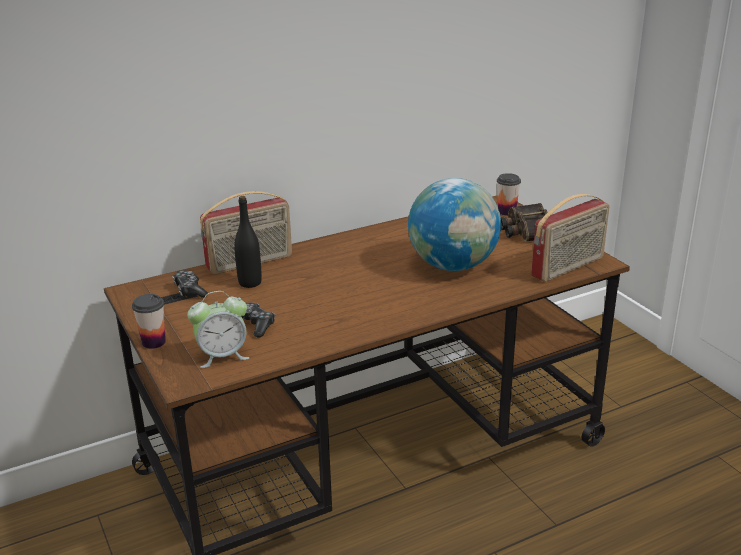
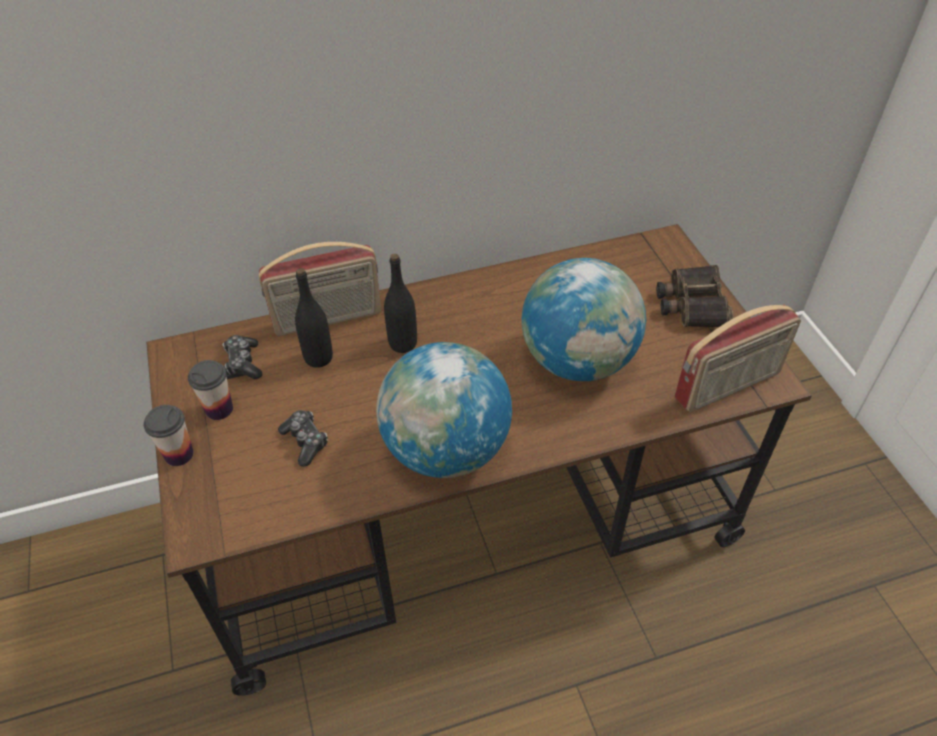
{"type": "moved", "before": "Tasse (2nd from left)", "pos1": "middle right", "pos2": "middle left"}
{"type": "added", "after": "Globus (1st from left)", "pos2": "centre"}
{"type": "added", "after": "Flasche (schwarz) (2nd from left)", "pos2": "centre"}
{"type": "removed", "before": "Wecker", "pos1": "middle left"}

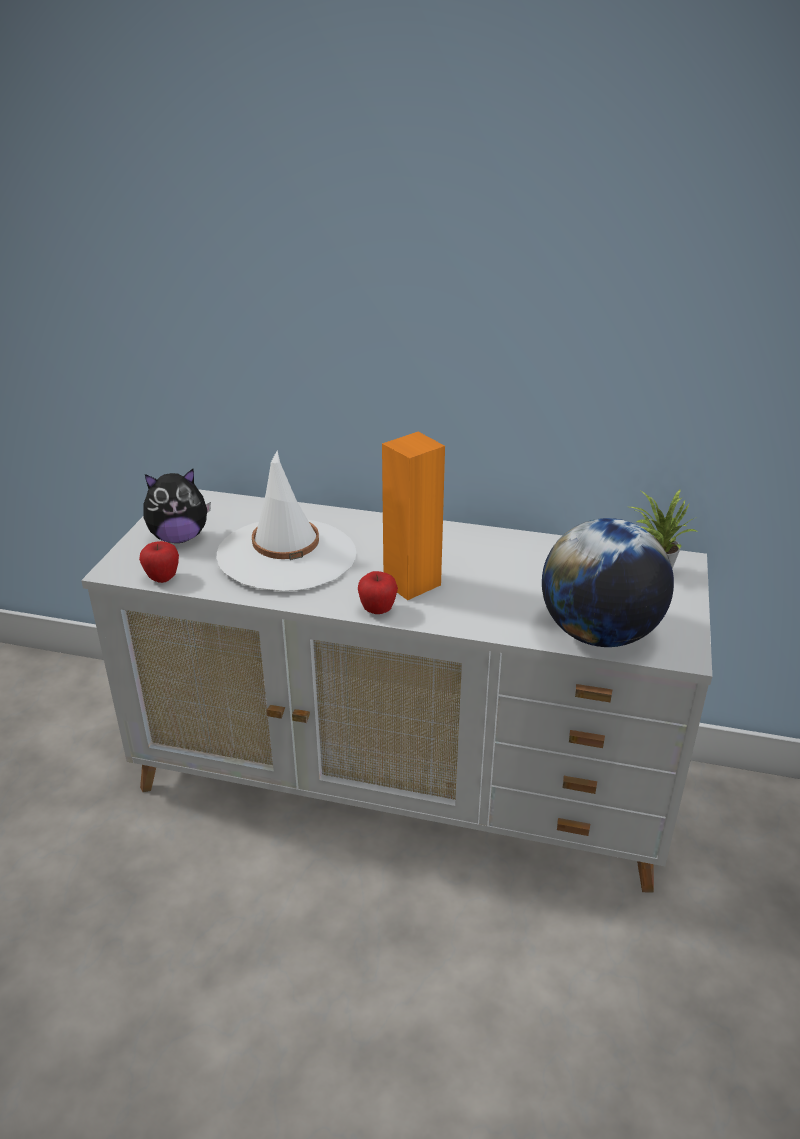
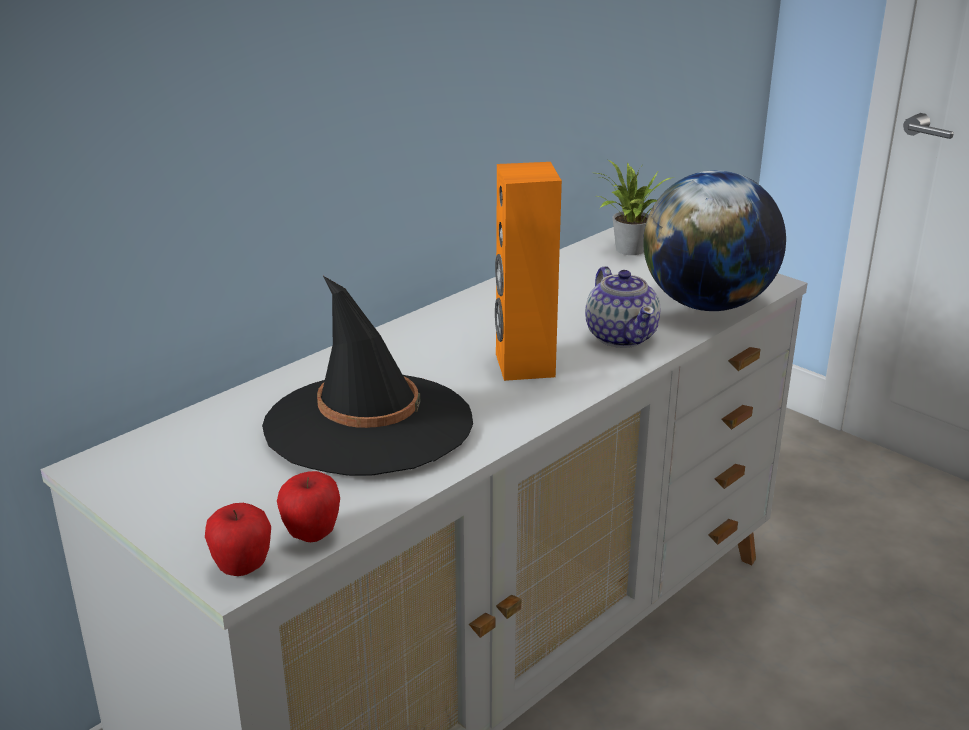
{"type": "moved", "before": "Apfel (2nd from left in the first image)", "after": "Apfel (1st from left)", "pos1": "centre", "pos2": "bottom left"}
{"type": "recoloured", "before": "Hut (weiß)", "after": "Hut (schwarz)", "pos1": "centre", "pos2": "centre"}
{"type": "added", "after": "Teekanne", "pos2": "centre"}
{"type": "removed", "before": "Plüschtier", "pos1": "middle left"}

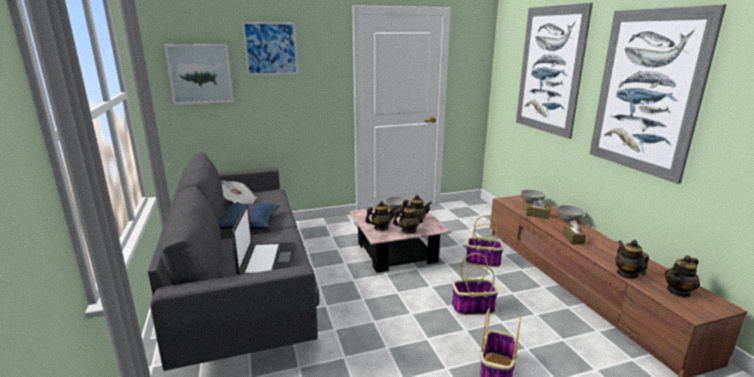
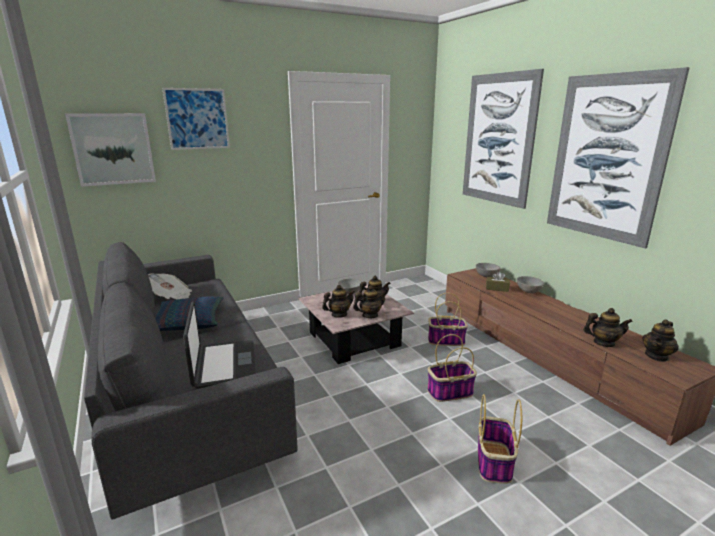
{"type": "turned", "before": "Teekanne (4th from left)", "pos1": "bottom right", "pos2": "middle right", "turn": 120}
{"type": "removed", "before": "Taschentuchbox (braun) (2nd from left)", "pos1": "middle right"}

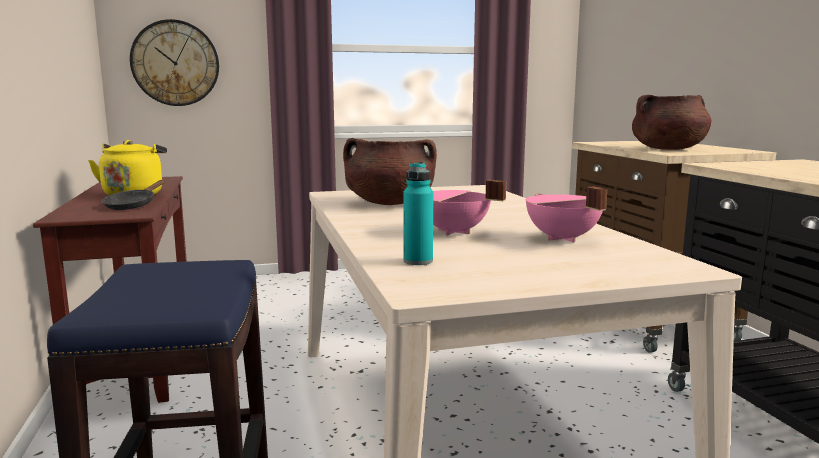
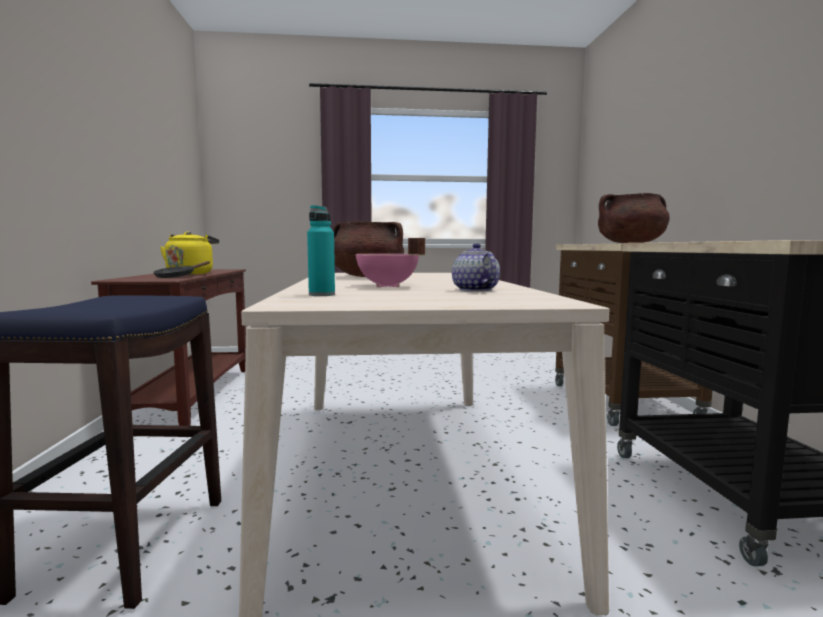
{"type": "replaced", "before": "Kochtopf (rosa) (2nd from left)", "after": "Teekanne", "pos1": "middle right", "pos2": "centre"}
{"type": "removed", "before": "Wanduhr", "pos1": "top left"}

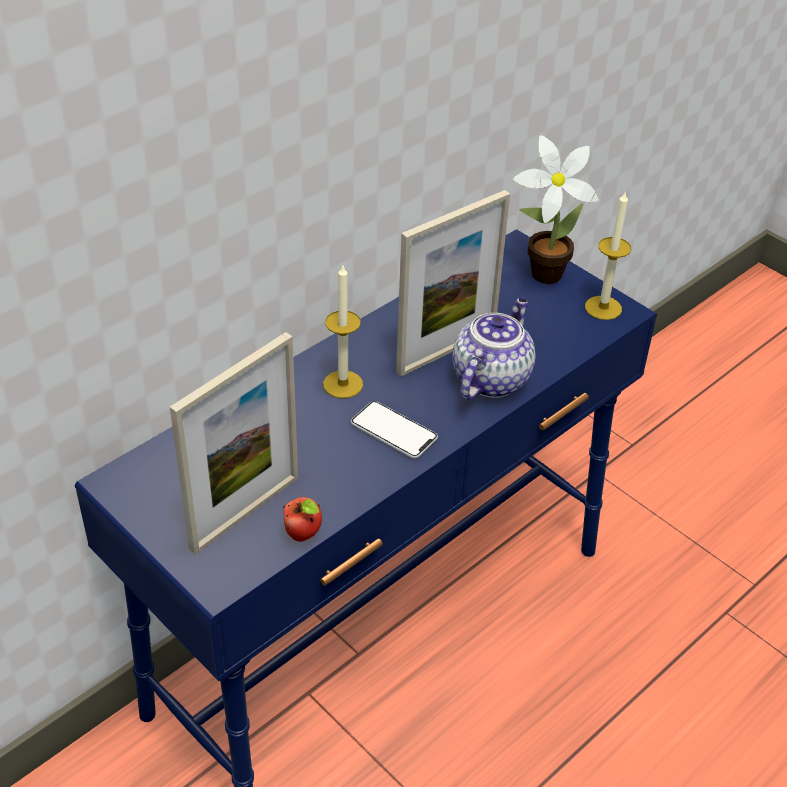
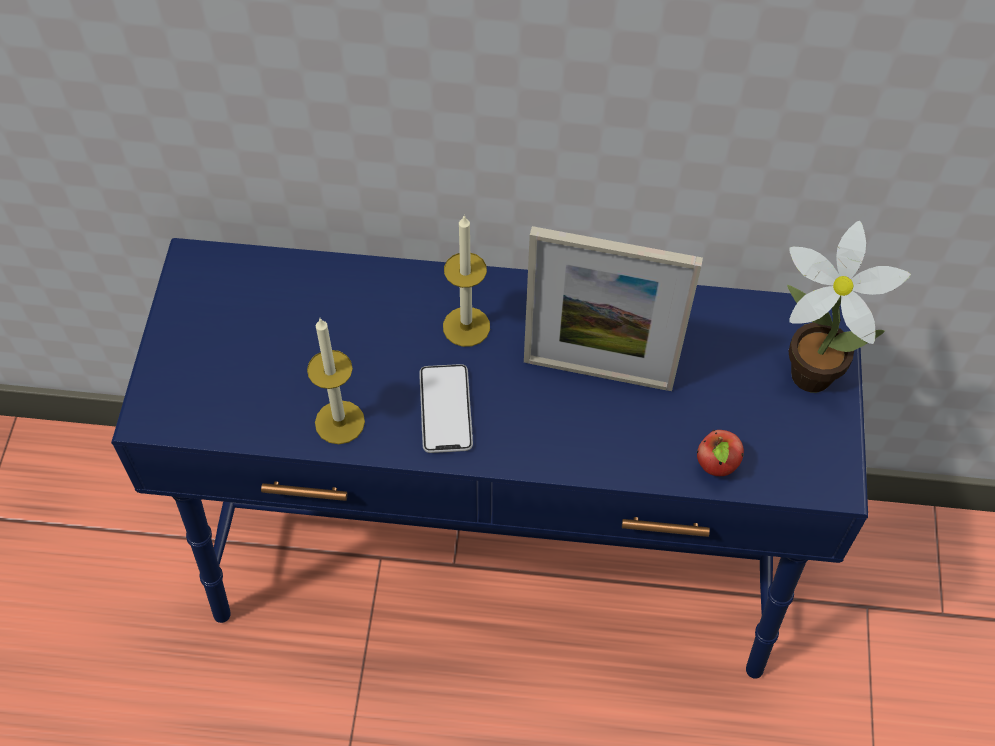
{"type": "moved", "before": "Kerze (2nd from left in the first image)", "after": "Kerze (1st from left)", "pos1": "top right", "pos2": "centre"}
{"type": "moved", "before": "Apfel", "pos1": "centre", "pos2": "middle right"}
{"type": "removed", "before": "Bilderrahmen (1st from left)", "pos1": "middle left"}
{"type": "removed", "before": "Teekanne", "pos1": "centre"}

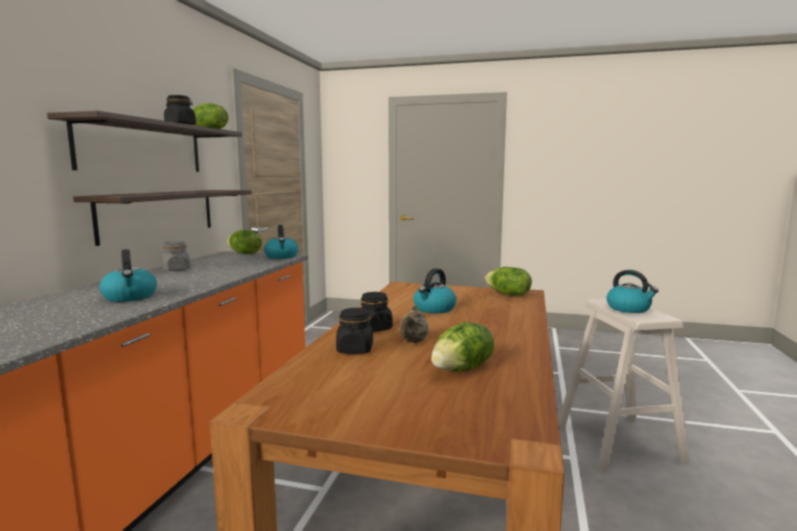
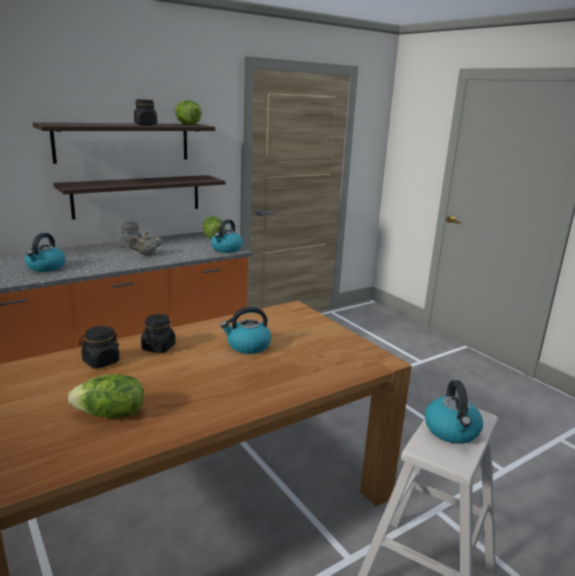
{"type": "moved", "before": "Teekanne (beige)", "pos1": "centre", "pos2": "middle left"}
{"type": "removed", "before": "Salatkopf (4th from left)", "pos1": "centre"}

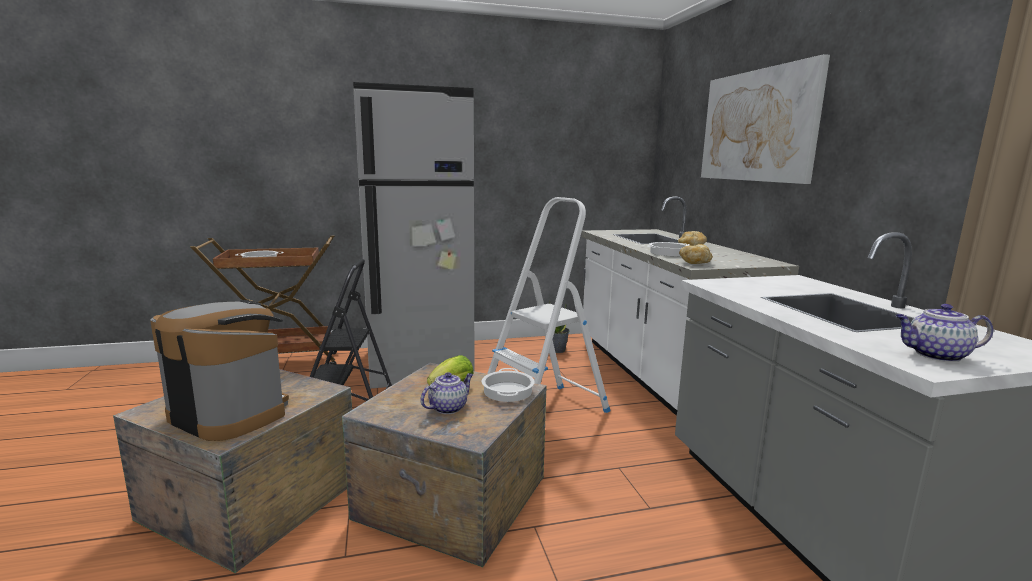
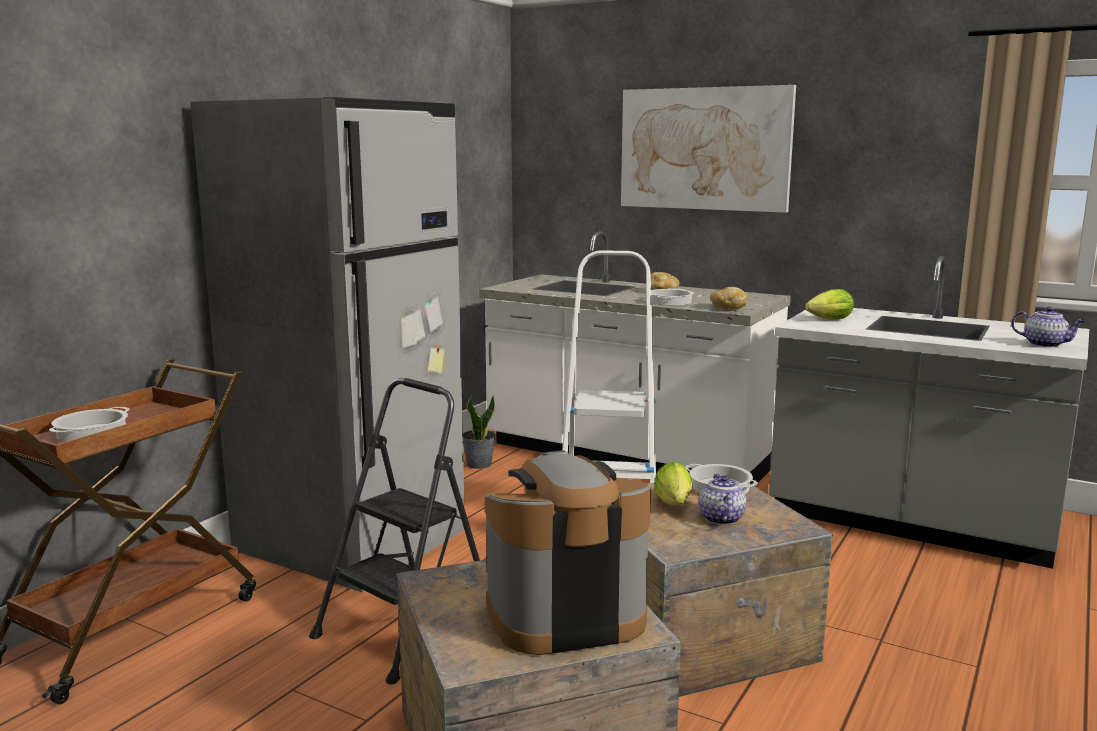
{"type": "added", "after": "Salatkopf (2nd from left)", "pos2": "middle right"}
{"type": "turned", "before": "Teekanne (2nd from left)", "pos1": "middle right", "pos2": "middle right", "turn": -105}

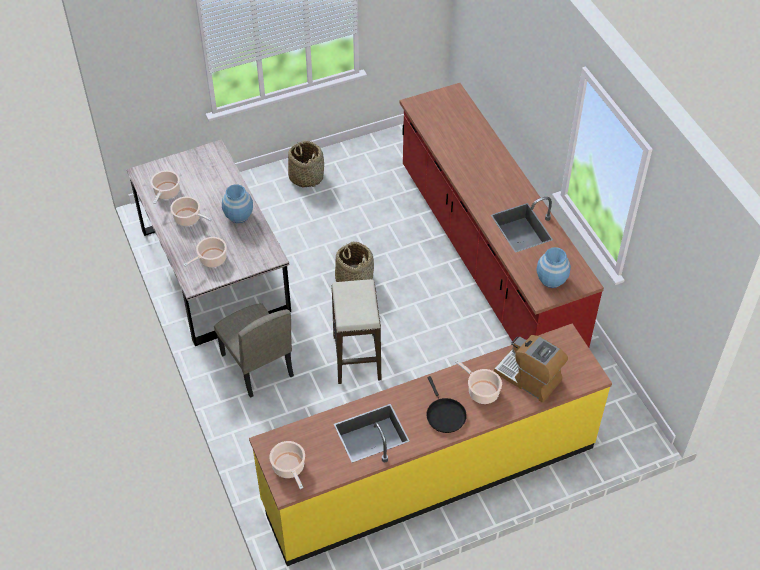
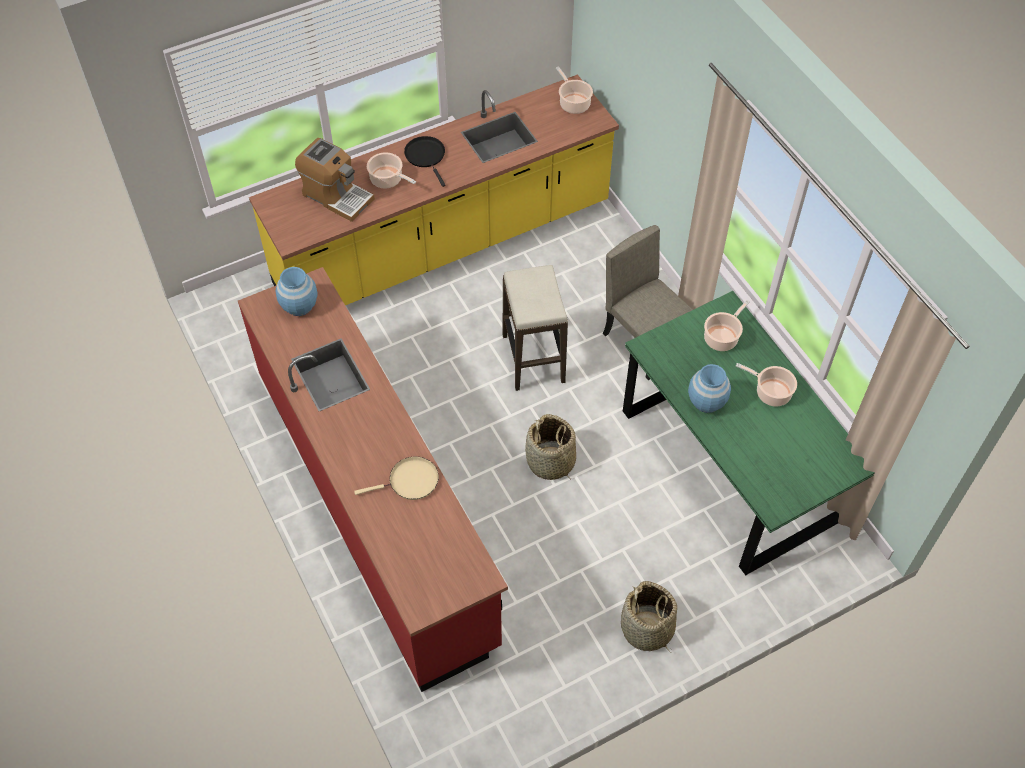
{"type": "added", "after": "Pfanne (beige)", "pos2": "centre"}
{"type": "recoloured", "before": "Esstisch (grau)", "after": "Esstisch (grün)", "pos1": "middle left", "pos2": "middle right"}
{"type": "removed", "before": "Kochtopf (1st from left)", "pos1": "top left"}

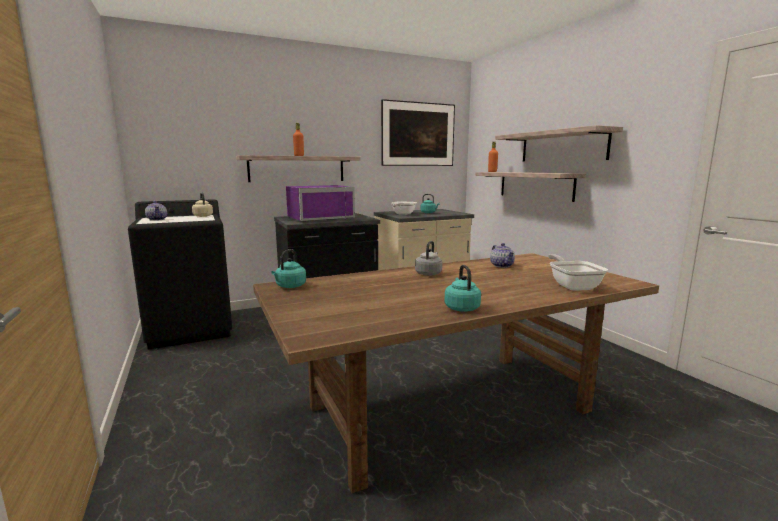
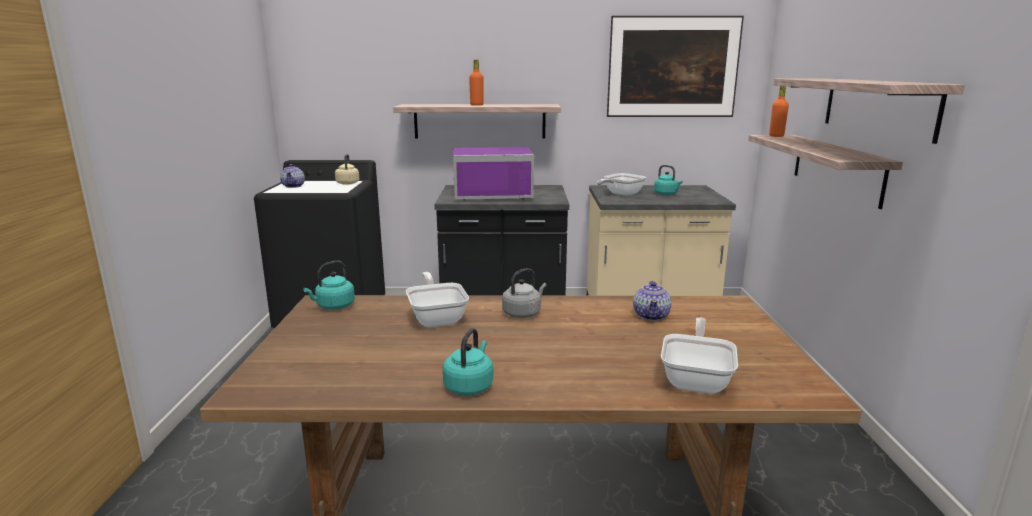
{"type": "added", "after": "Pfanne (1st from left)", "pos2": "centre"}

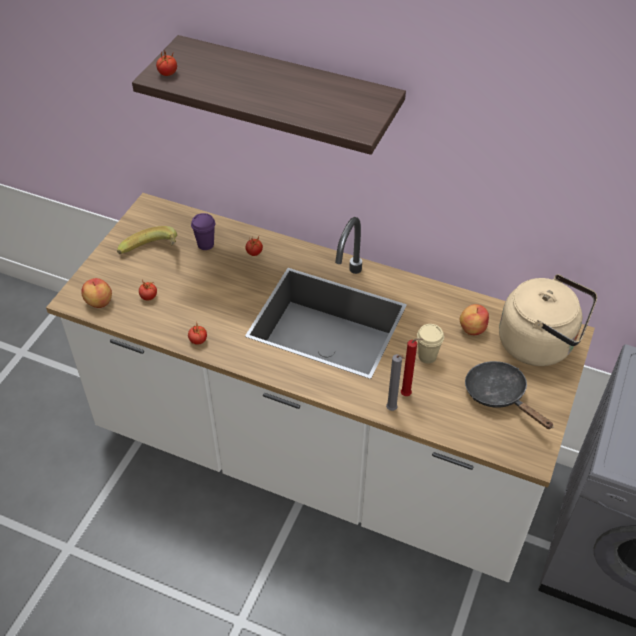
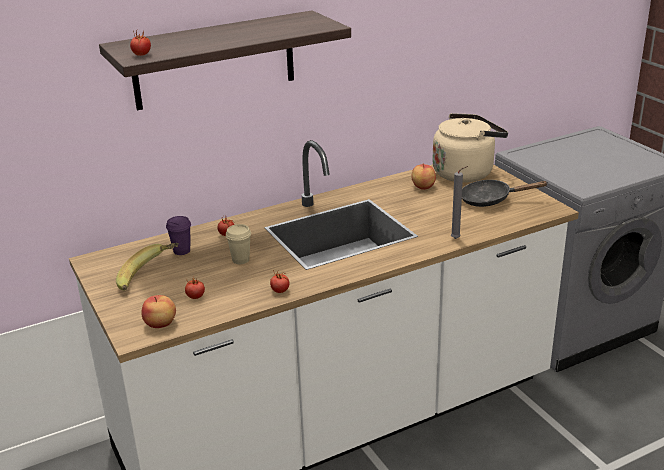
{"type": "moved", "before": "Tasse (beige)", "pos1": "middle right", "pos2": "centre"}
{"type": "removed", "before": "Kerze (rot)", "pos1": "centre"}

